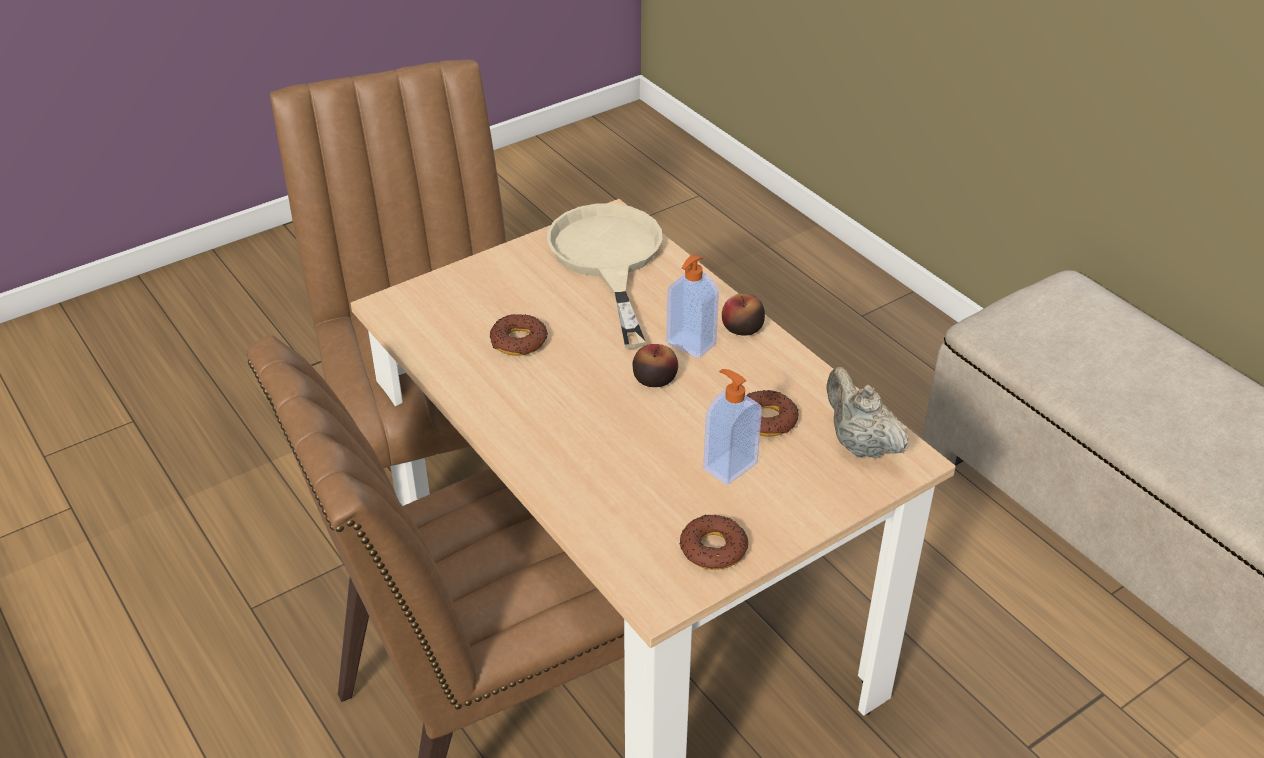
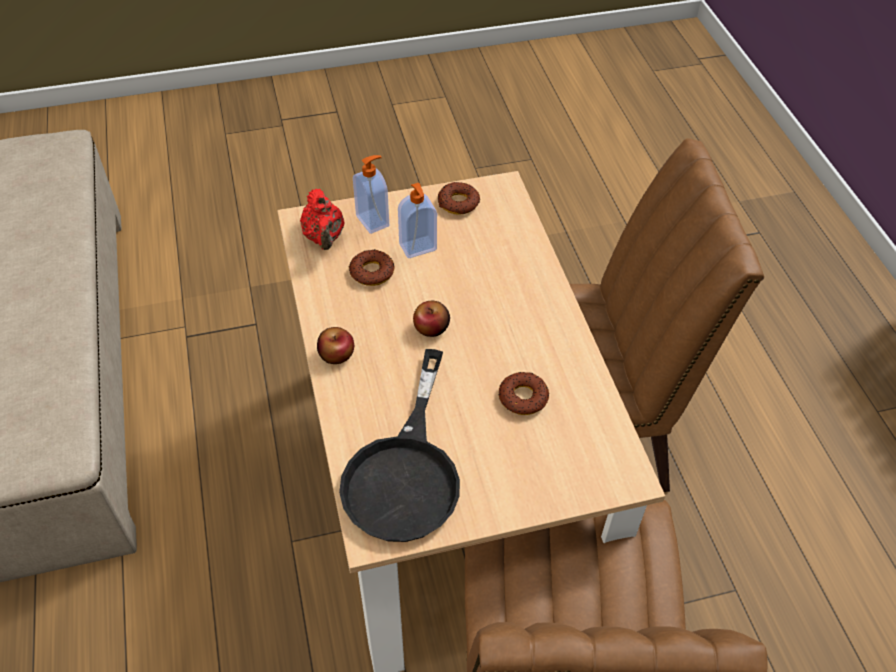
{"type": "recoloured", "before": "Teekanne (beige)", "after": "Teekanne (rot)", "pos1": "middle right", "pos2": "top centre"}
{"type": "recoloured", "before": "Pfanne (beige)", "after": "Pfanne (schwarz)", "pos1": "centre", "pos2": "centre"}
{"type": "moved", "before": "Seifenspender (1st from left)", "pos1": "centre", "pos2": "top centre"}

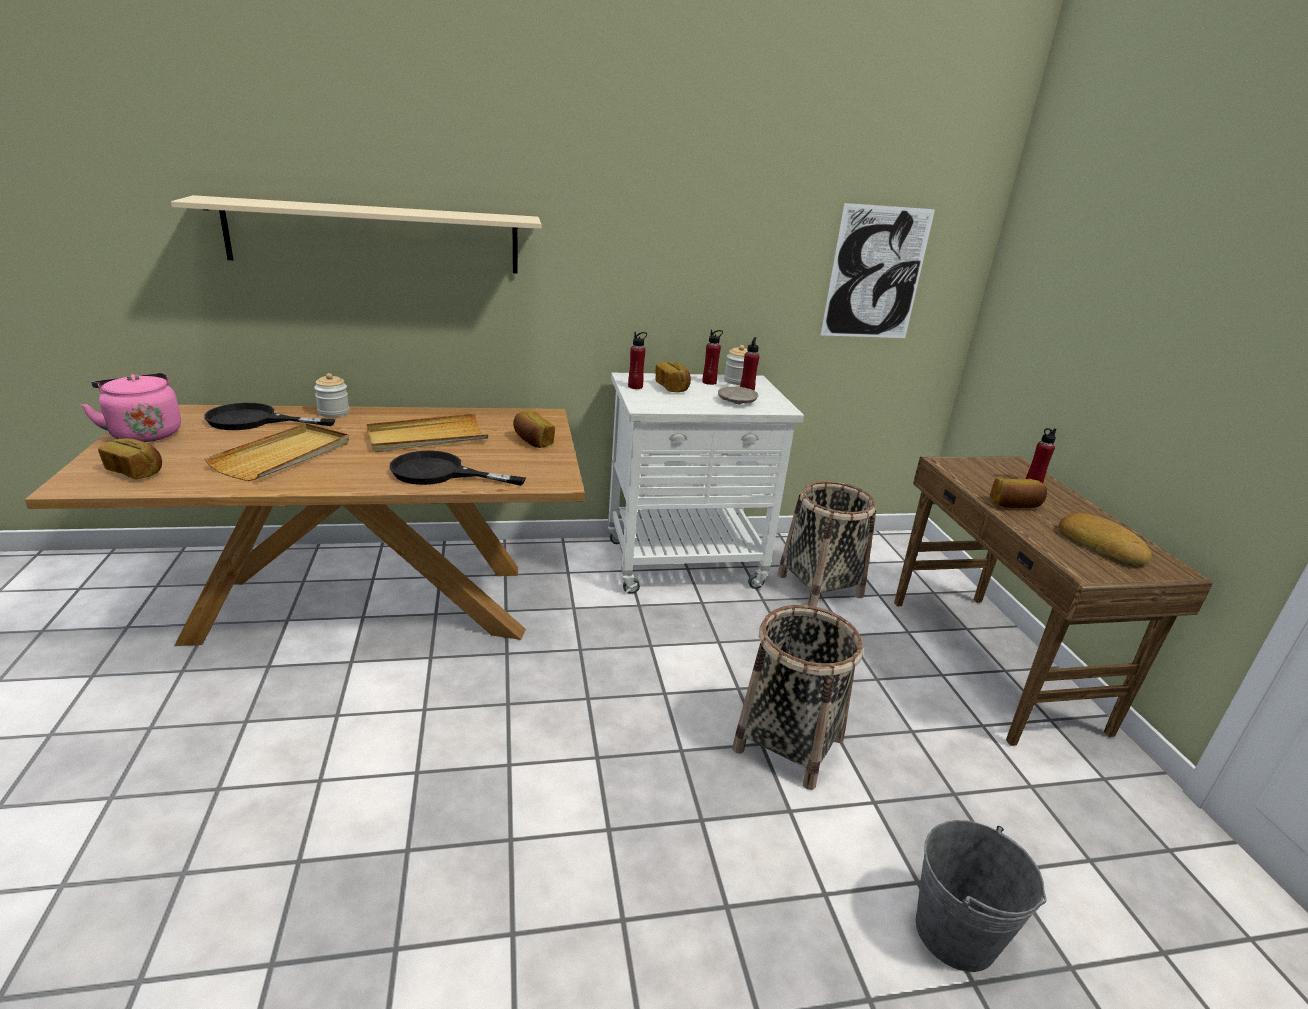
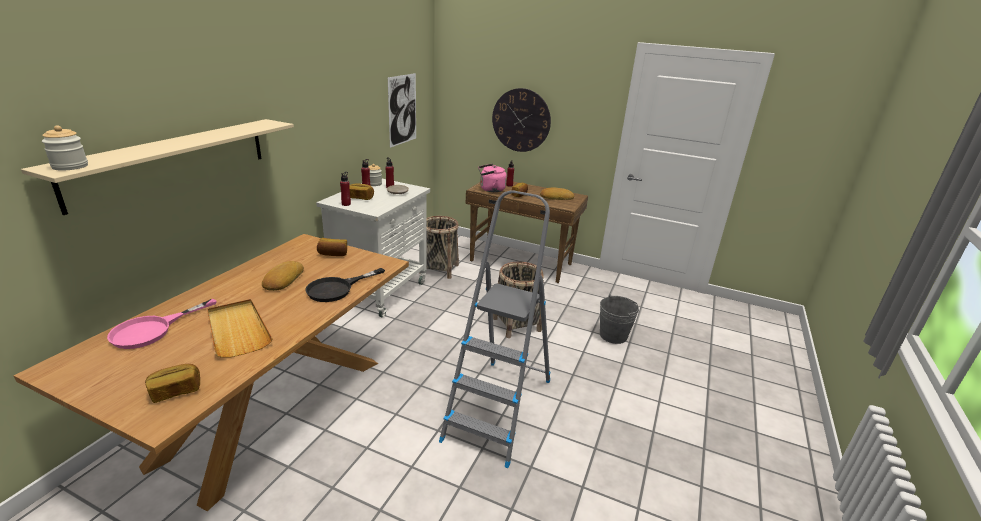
{"type": "moved", "before": "Vorratsglas (1st from left)", "pos1": "middle left", "pos2": "top left"}
{"type": "recoloured", "before": "Pfanne (schwarz) (1st from left)", "after": "Pfanne (rosa)", "pos1": "middle left", "pos2": "middle left"}
{"type": "replaced", "before": "Tablett (beige) (2nd from left)", "after": "Brot (2nd from left)", "pos1": "middle left", "pos2": "middle left"}
{"type": "added", "after": "Trittleiter (grau)", "pos2": "centre"}
{"type": "moved", "before": "Wasserkessel (rosa)", "pos1": "middle left", "pos2": "centre"}
{"type": "added", "after": "Wanduhr", "pos2": "top centre"}

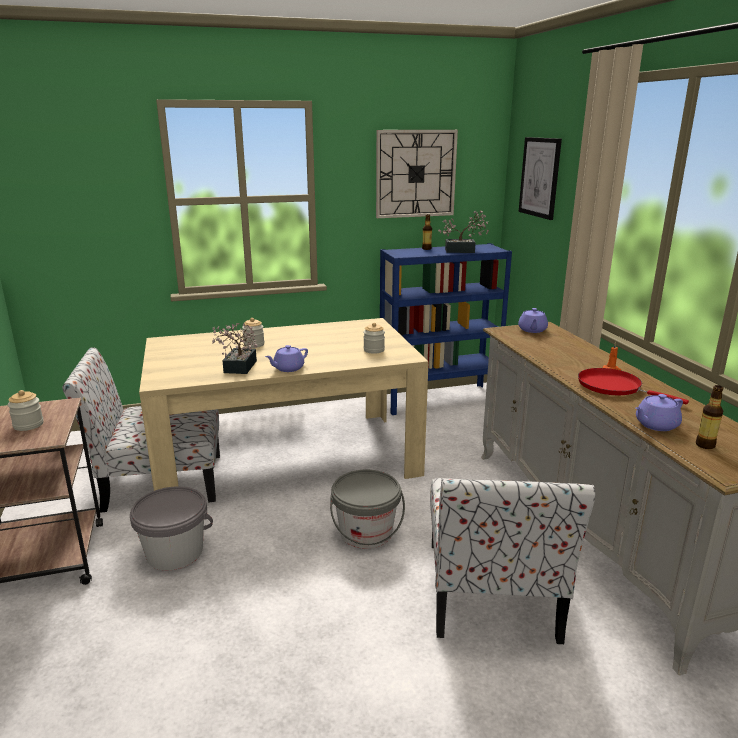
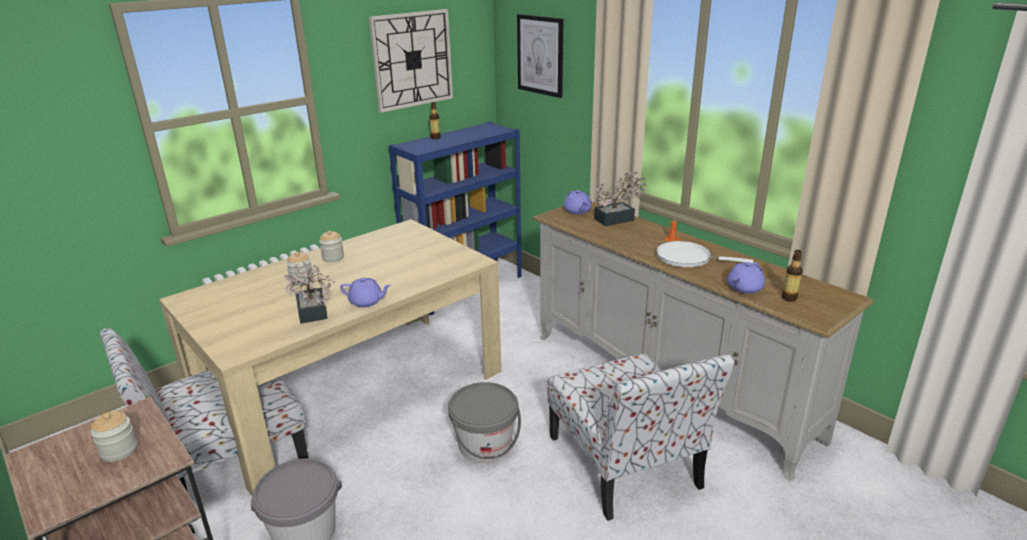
{"type": "moved", "before": "Vorratsglas (3rd from left)", "pos1": "centre", "pos2": "middle left"}
{"type": "turned", "before": "Teekanne (lila) (1st from left)", "pos1": "centre", "pos2": "centre", "turn": -105}
{"type": "moved", "before": "Topfpflanze (2nd from left)", "pos1": "top centre", "pos2": "centre"}
{"type": "recoloured", "before": "Pfanne (rot)", "after": "Pfanne (weiß)", "pos1": "middle right", "pos2": "middle right"}

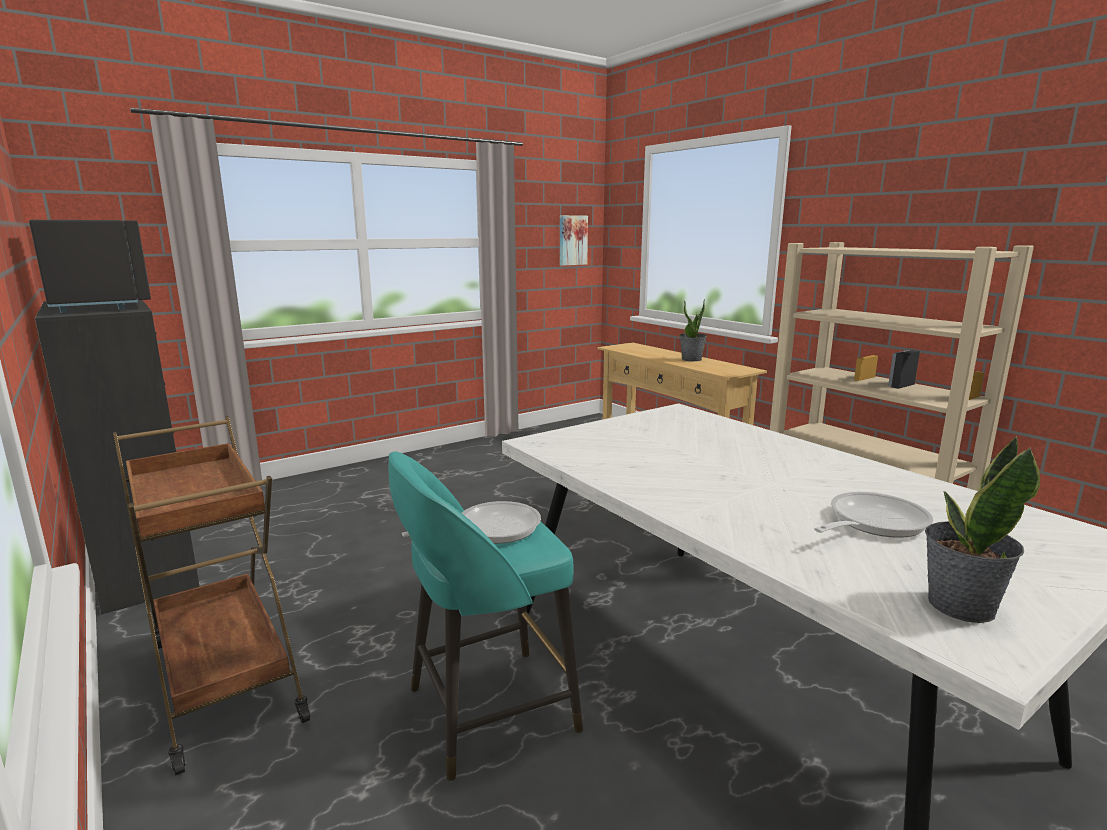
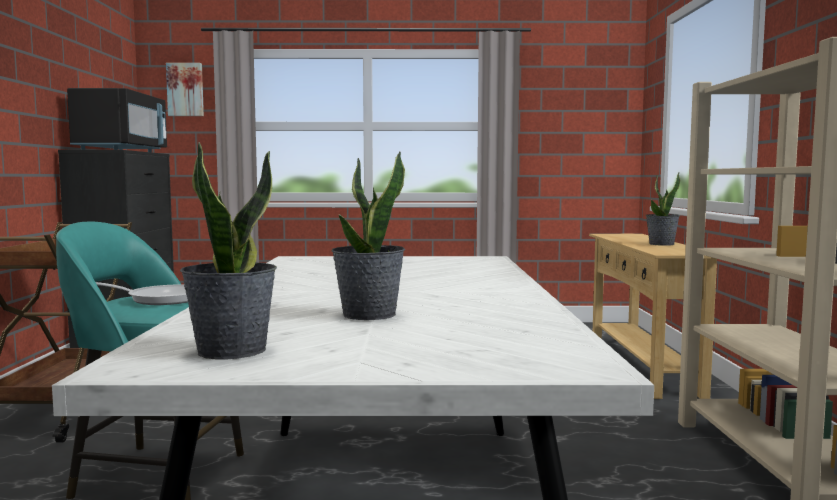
{"type": "moved", "before": "Bild", "pos1": "top centre", "pos2": "top left"}
{"type": "replaced", "before": "Pfanne (2nd from left)", "after": "Topfpflanze (2nd from left)", "pos1": "middle right", "pos2": "centre"}

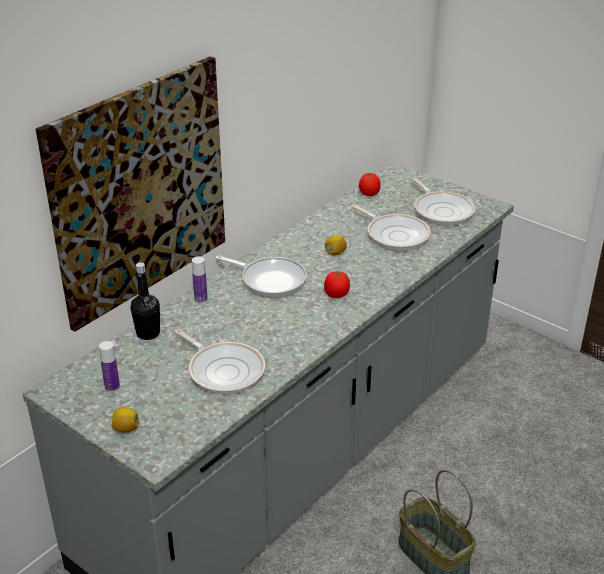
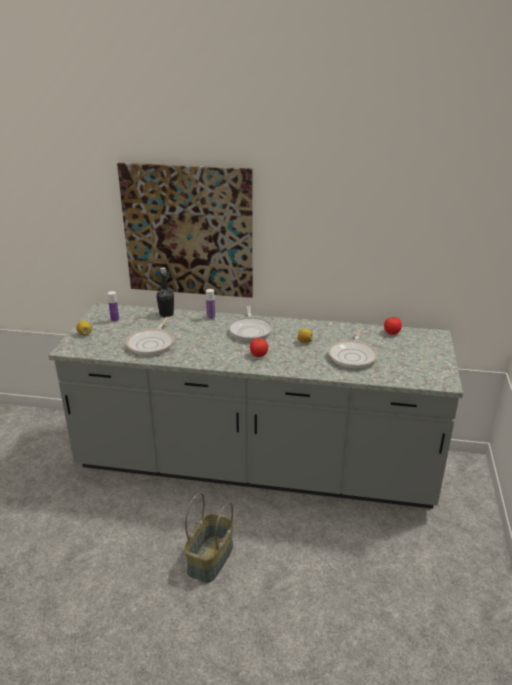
{"type": "removed", "before": "Pfanne (4th from left)", "pos1": "middle right"}

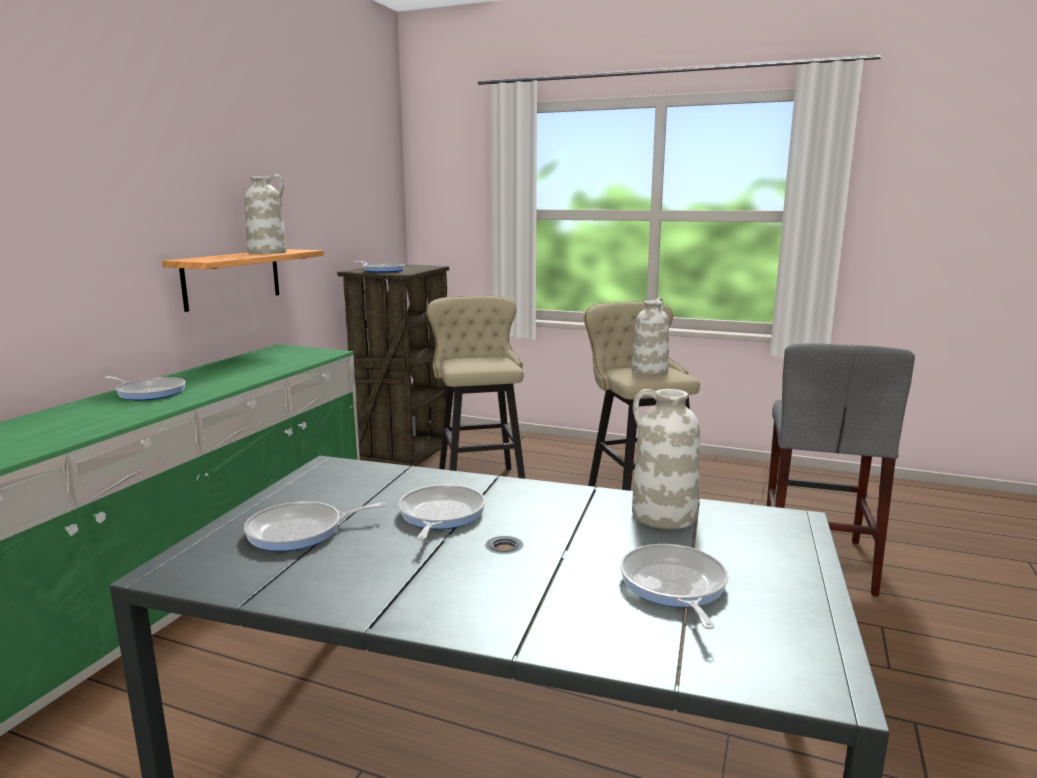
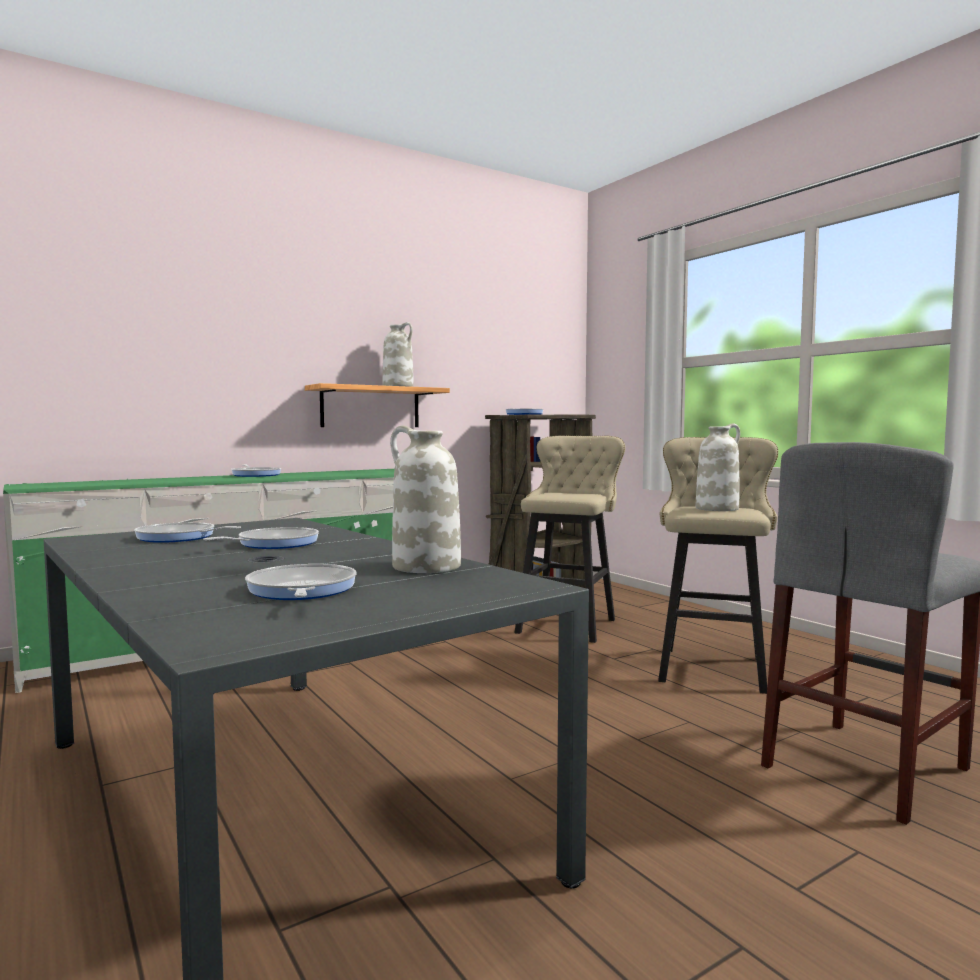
{"type": "turned", "before": "Pfanne (5th from left in the first image)", "pos1": "bottom centre", "pos2": "middle left", "turn": -45}

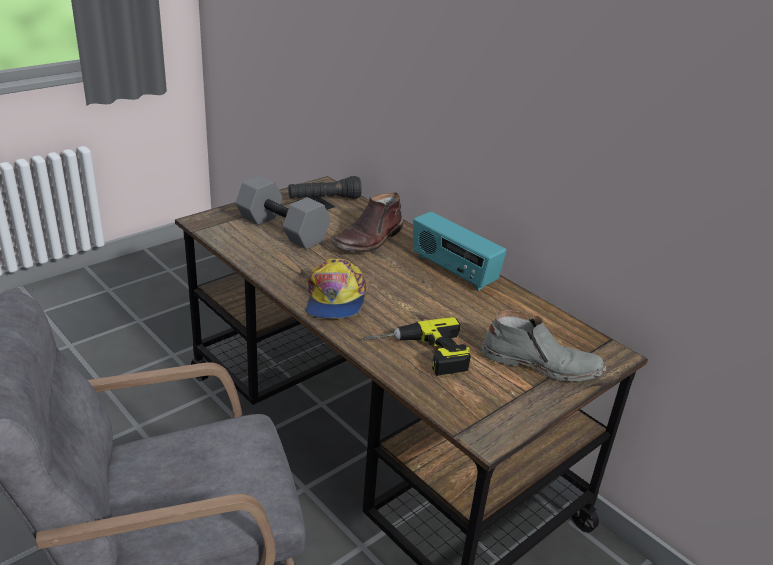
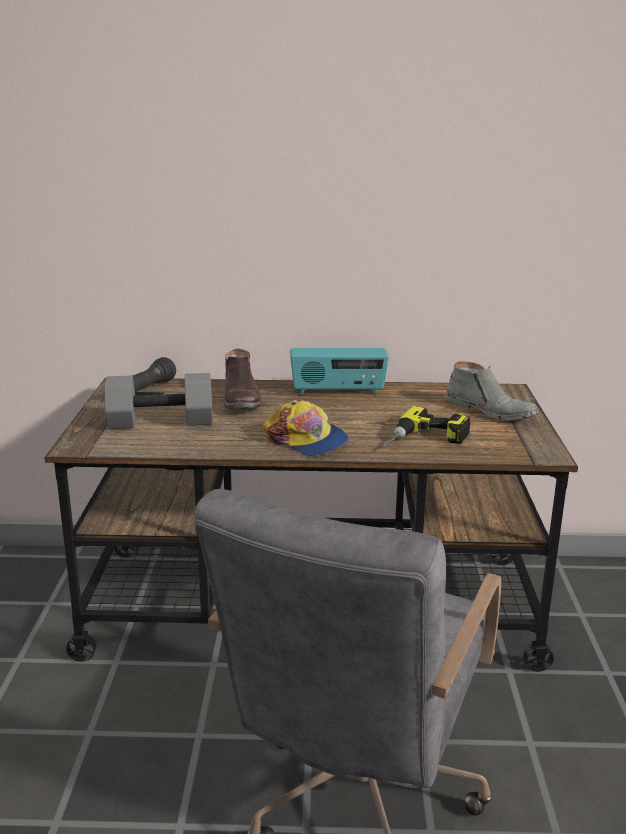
{"type": "turned", "before": "Stiefel (grau)", "pos1": "middle right", "pos2": "middle right", "turn": 75}

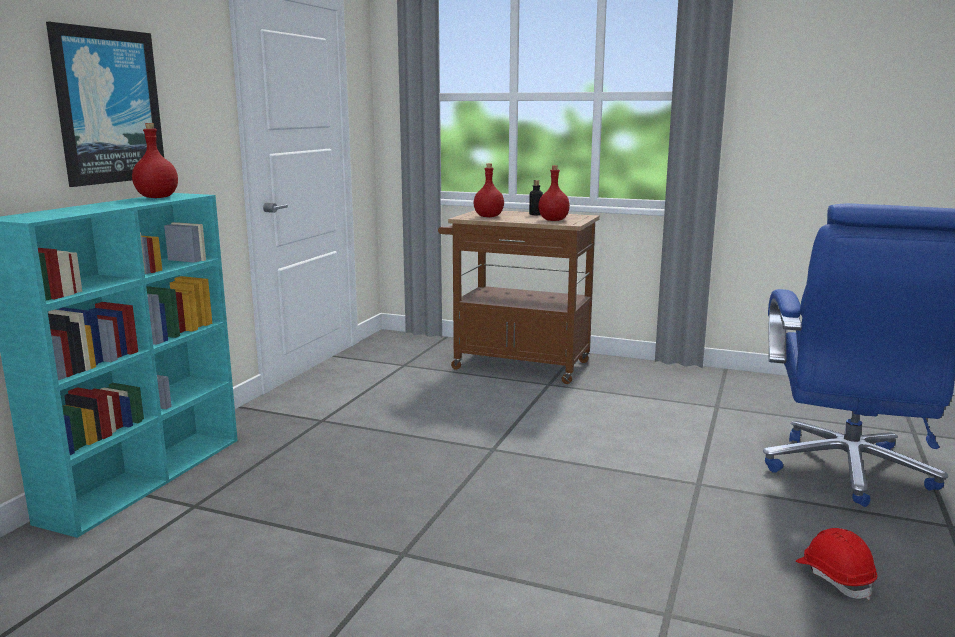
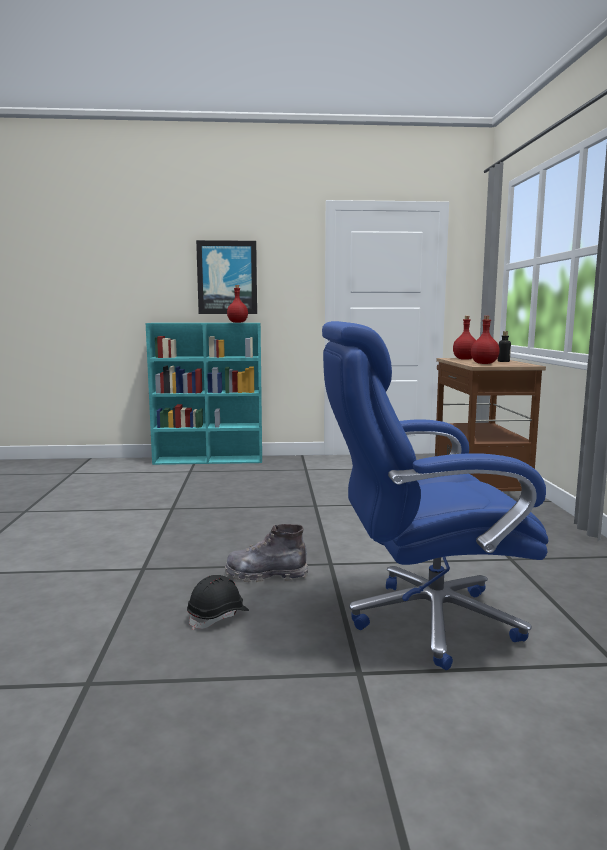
{"type": "recoloured", "before": "Schutzhelm (rot)", "after": "Schutzhelm (schwarz)", "pos1": "bottom right", "pos2": "bottom centre"}
{"type": "added", "after": "Stiefel (grau)", "pos2": "centre"}

